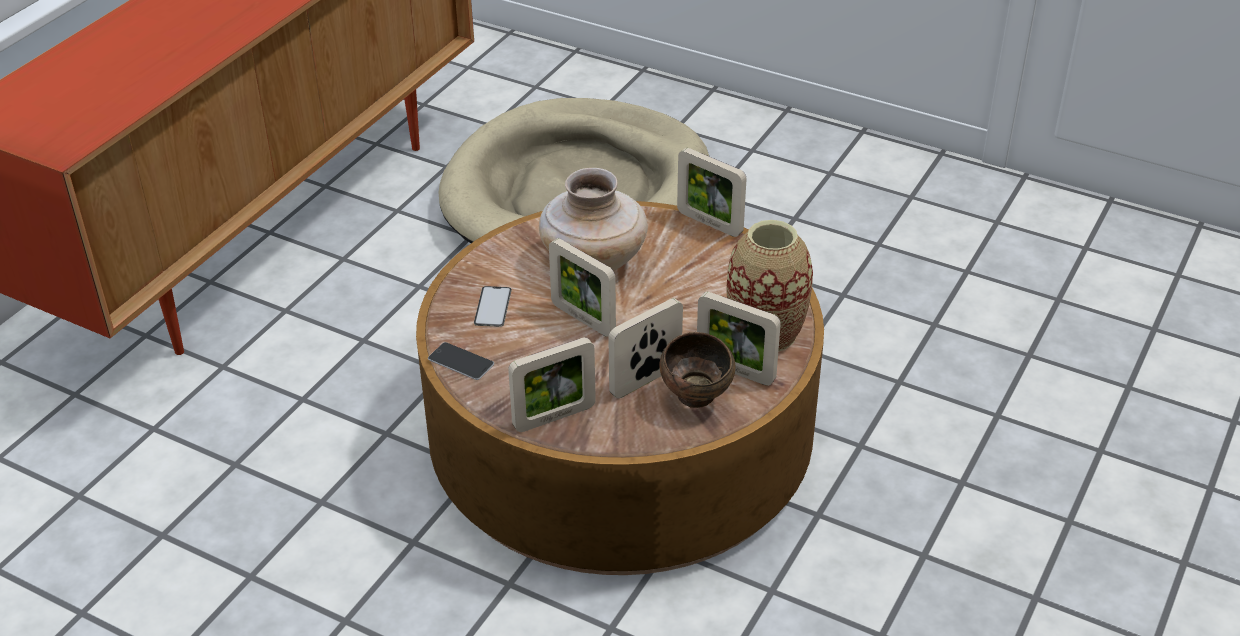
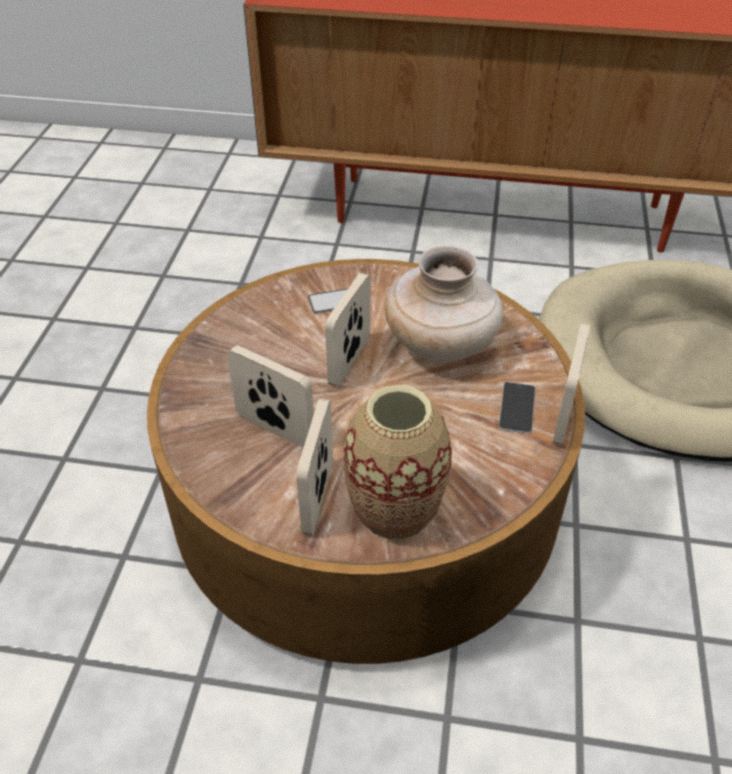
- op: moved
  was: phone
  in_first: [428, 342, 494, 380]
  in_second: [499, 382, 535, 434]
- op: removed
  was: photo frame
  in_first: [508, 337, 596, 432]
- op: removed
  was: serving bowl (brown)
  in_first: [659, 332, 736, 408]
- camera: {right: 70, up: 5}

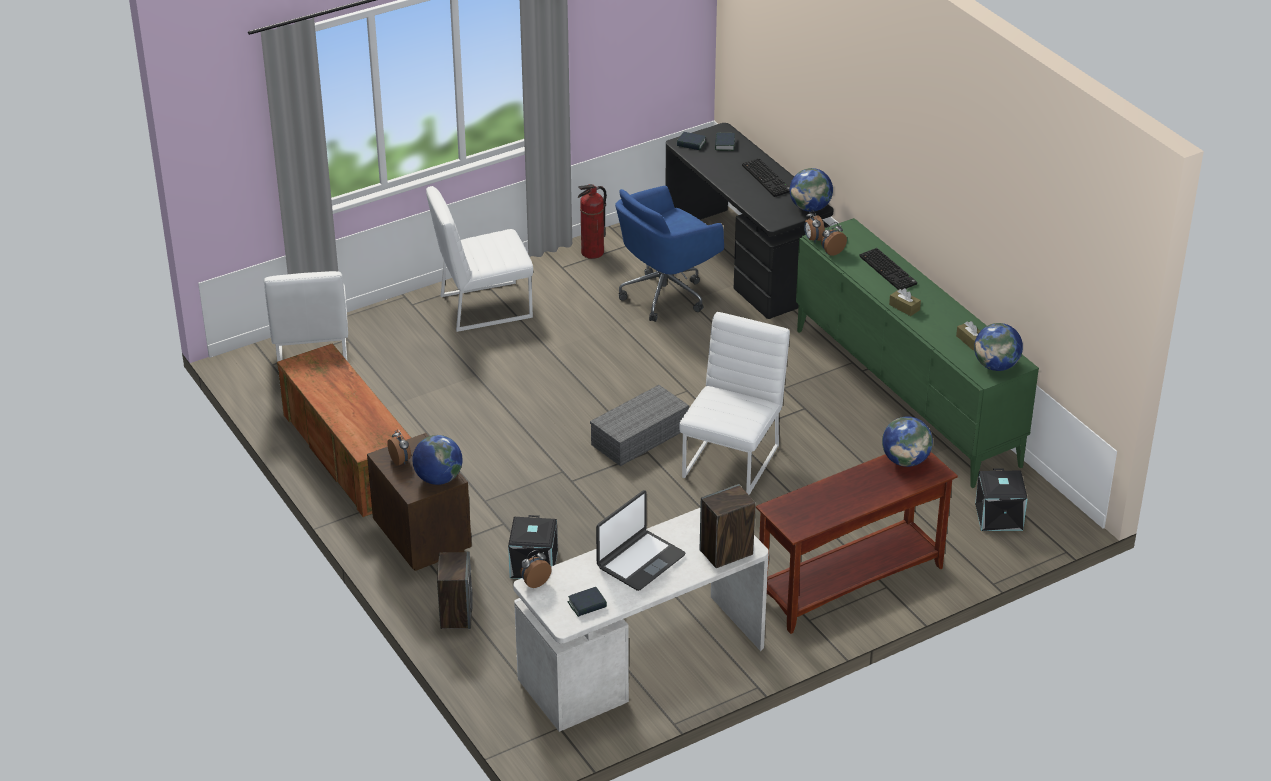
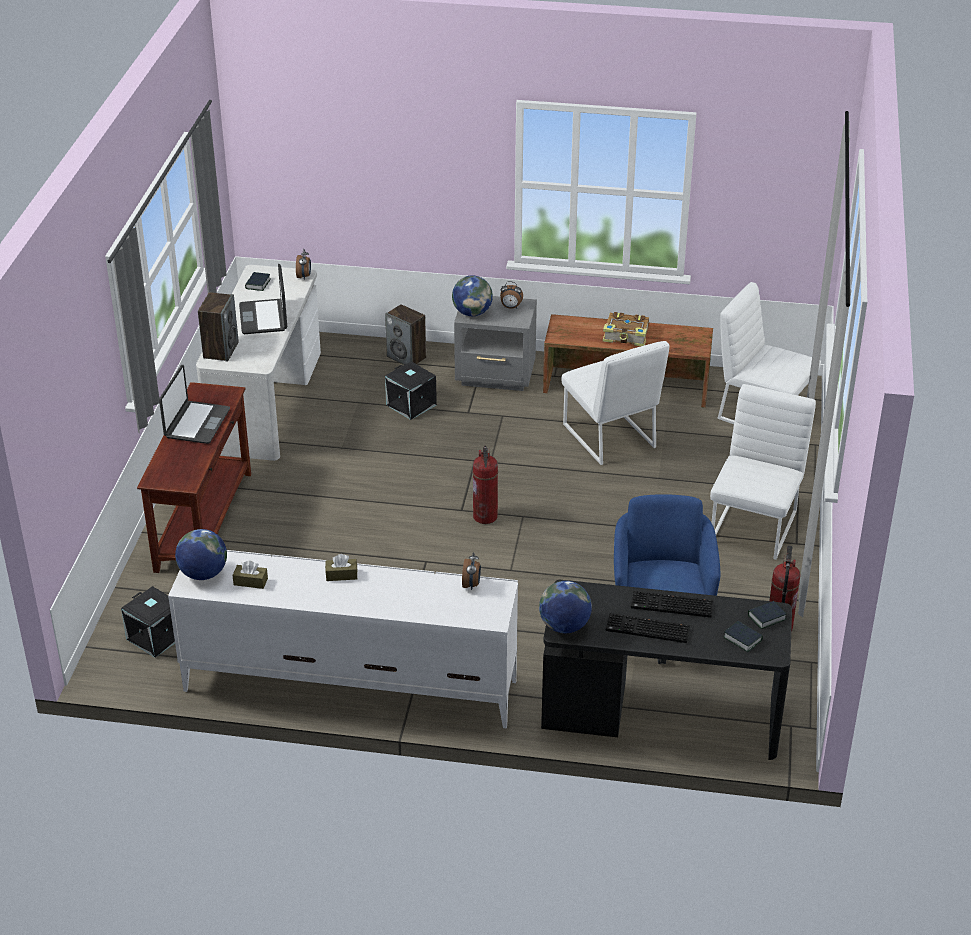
- op: recoloured
  was: night table (brown)
  now: night table (gray)
  in_first: [367, 433, 472, 571]
  in_second: [454, 296, 537, 391]
- op: replaced
  was: storage container (gray)
  now: extinguisher
  in_first: [590, 385, 689, 466]
  in_second: [473, 446, 498, 524]
- op: moved
  was: plain chair (whitish)
  in_first: [679, 312, 790, 495]
  in_second: [562, 341, 670, 465]
- op: recoloured
  was: storage cabinet (greenish)
  now: storage cabinet (whitish)
  in_first: [796, 218, 1039, 488]
  in_second: [168, 550, 518, 729]
- op: removed
  was: bedside clock
  in_first: [804, 210, 825, 242]
- op: moved
  was: computer keyboard
  in_first: [859, 248, 917, 290]
  in_second: [631, 591, 713, 618]
- op: removed
  was: desk globe
  in_first: [882, 416, 933, 467]
- op: added
  now: portable computer
  in_second: [159, 365, 230, 444]
- op: added
  now: bound book
  in_second: [603, 312, 649, 346]
- camera: {right: 130, up: 0}

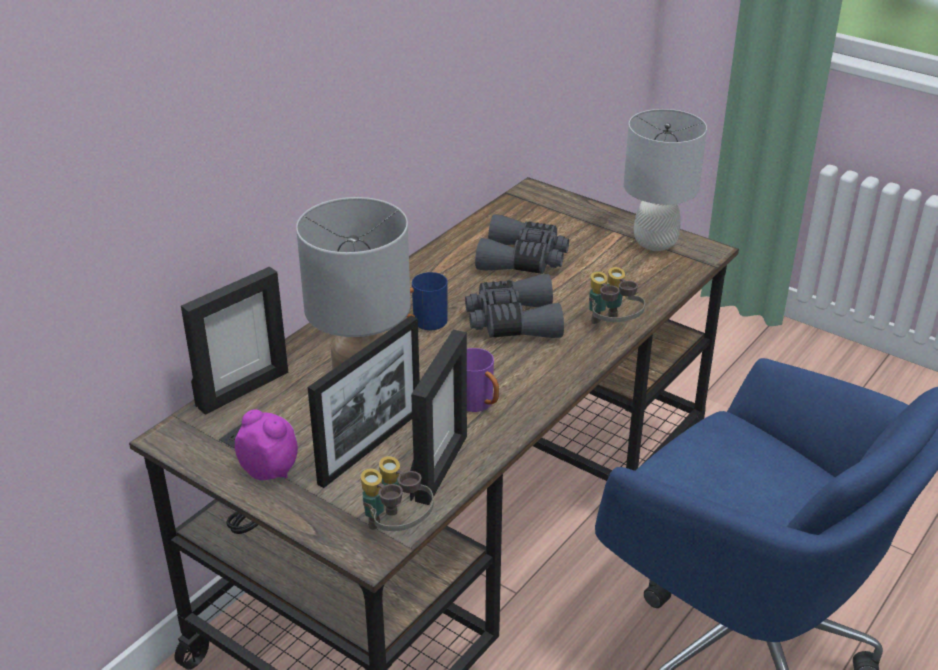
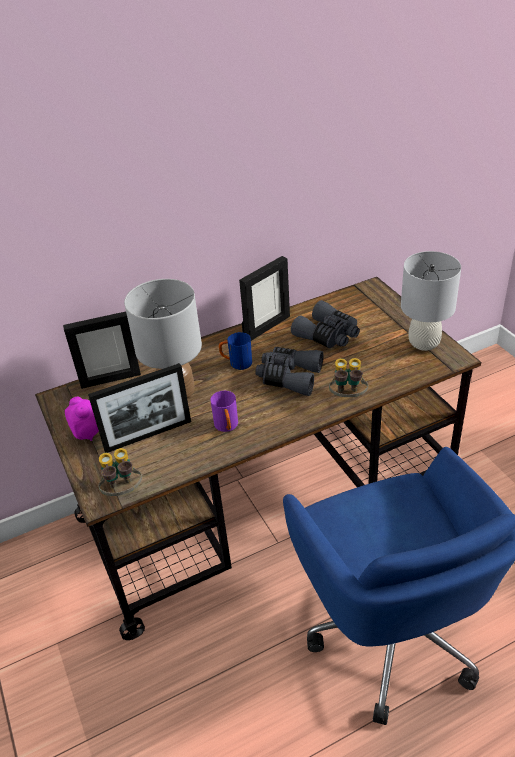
- op: moved
  was: photo frame
  in_first: [410, 330, 467, 505]
  in_second: [239, 256, 290, 341]
- camera: {right: 30, up: 5}

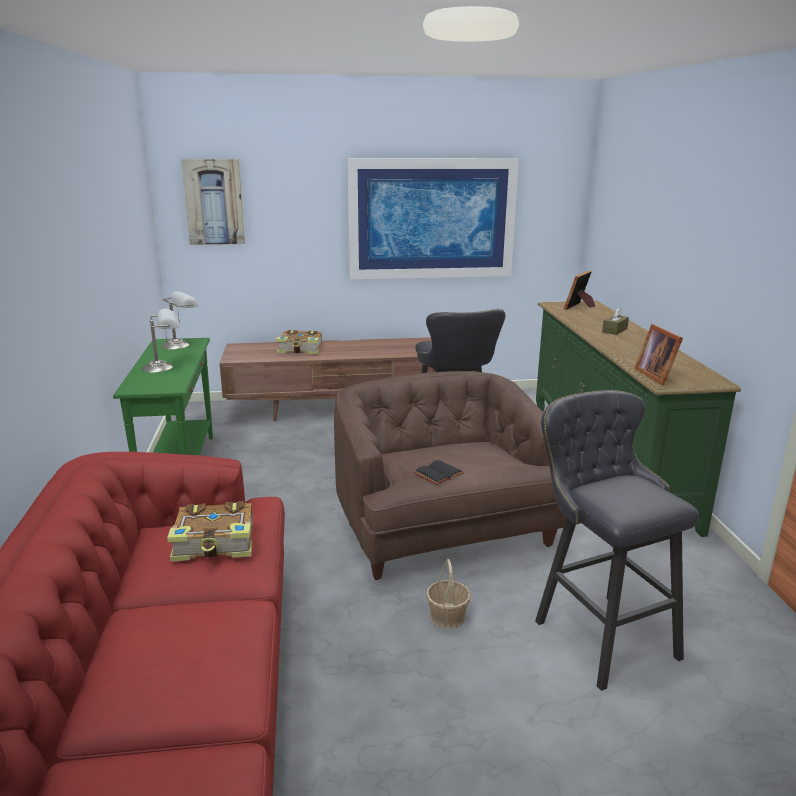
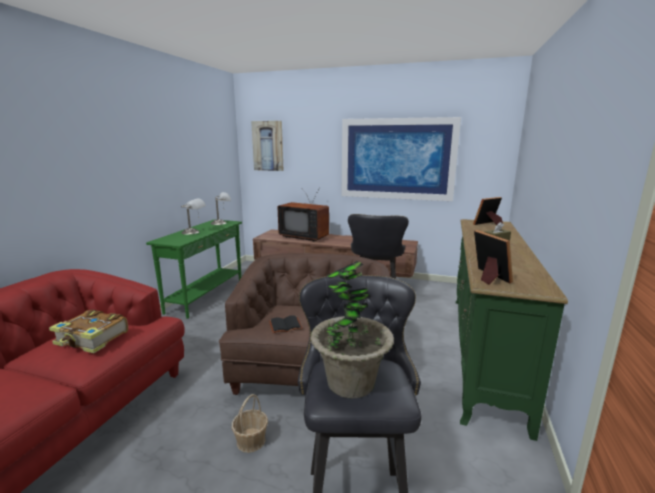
- op: replaced
  was: bound book
  now: TV
  in_first: [276, 330, 322, 354]
  in_second: [278, 189, 329, 242]
- op: turned
  was: photo frame
  in_first: [634, 324, 683, 385]
  in_second: [474, 230, 513, 285]
  clockwise: 150
- op: added
  now: potted plant
  in_second: [310, 261, 394, 398]
- camera: {right: 25, up: -5}

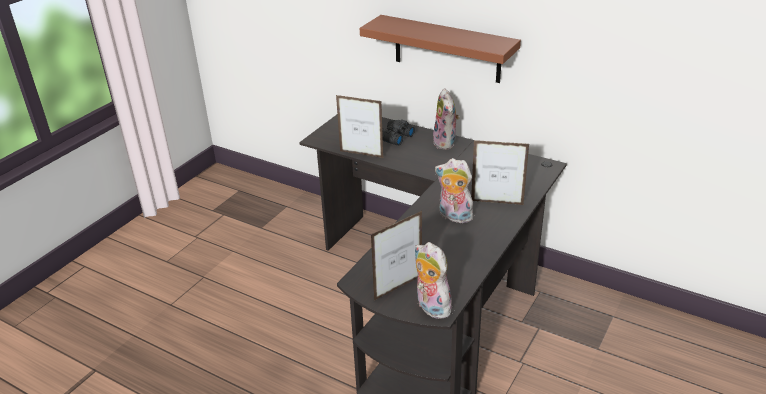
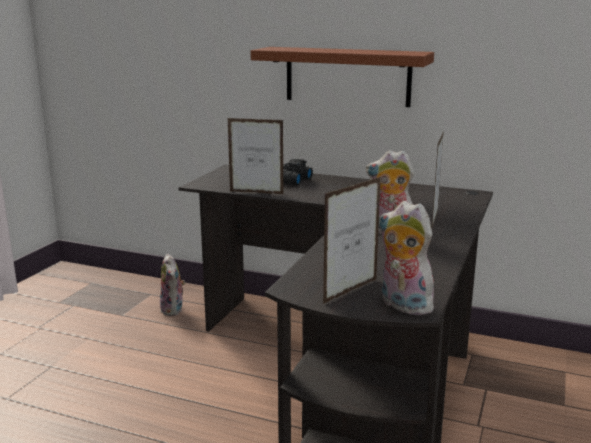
- op: moved
  was: cuddly toy
  in_first: [433, 88, 460, 150]
  in_second: [160, 254, 185, 316]
- op: turned
  was: photo frame
  in_first: [471, 140, 529, 205]
  in_second: [432, 131, 444, 227]
  clockwise: 105
- camera: {right: -10, up: -15}

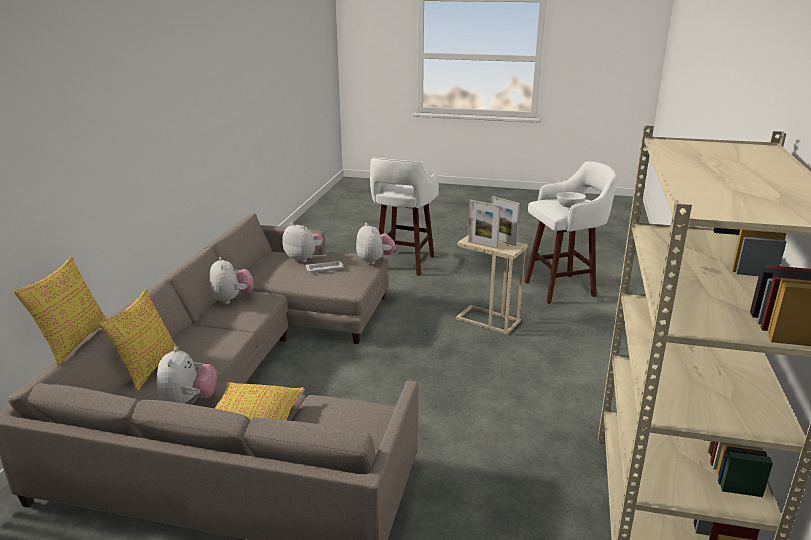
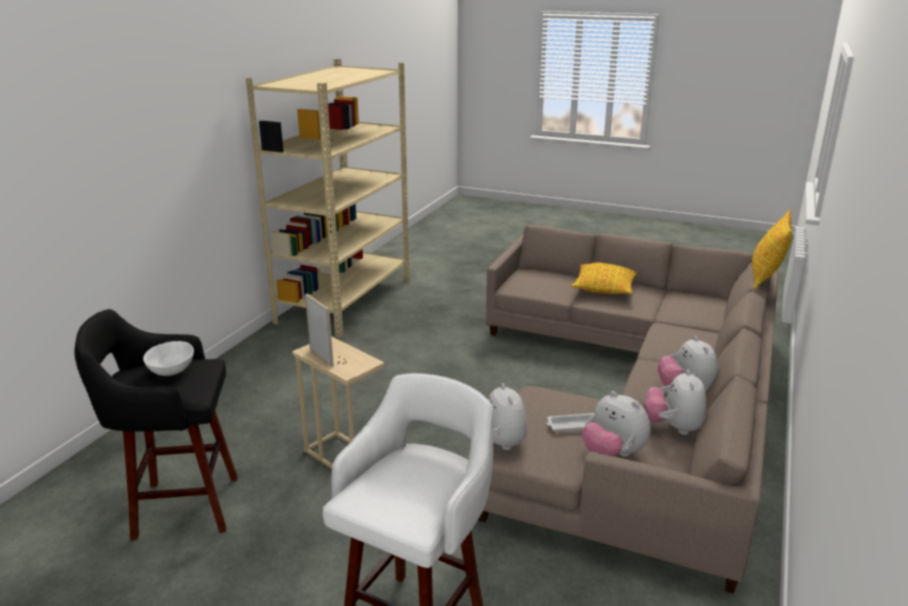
- op: removed
  was: pillow (yellow)
  in_first: [100, 289, 179, 391]
- op: moved
  was: cuddly toy
  in_first: [157, 347, 217, 403]
  in_second: [644, 370, 706, 435]
- op: removed
  was: photo frame
  in_first: [468, 200, 501, 249]
- op: recoloured
  was: sitting stool (whitish)
  now: sitting stool (black-coloured)
  in_first: [524, 161, 617, 304]
  in_second: [74, 309, 238, 540]
- camera: {right: -170, up: 0}

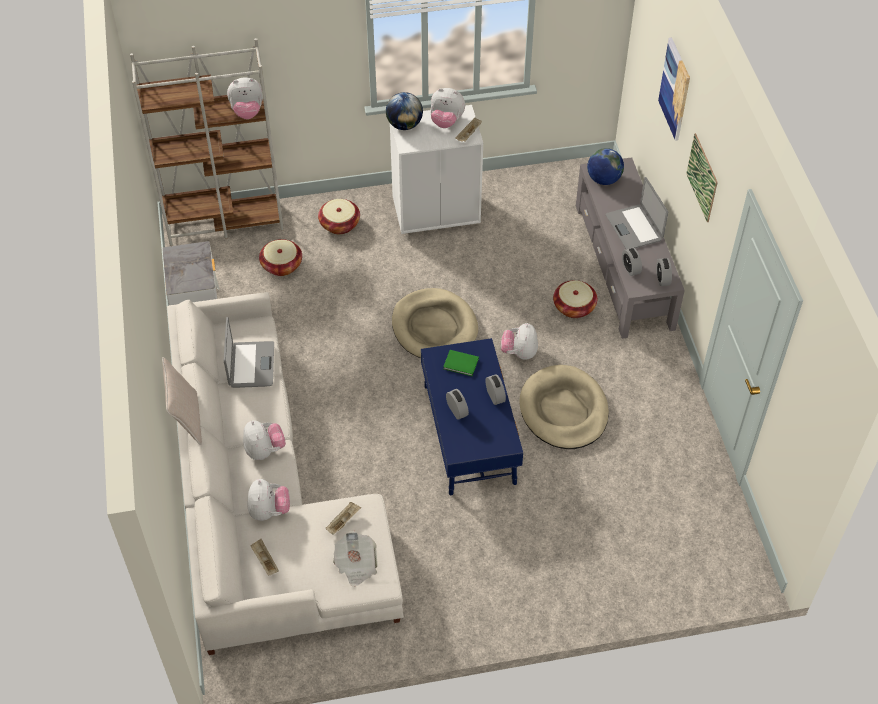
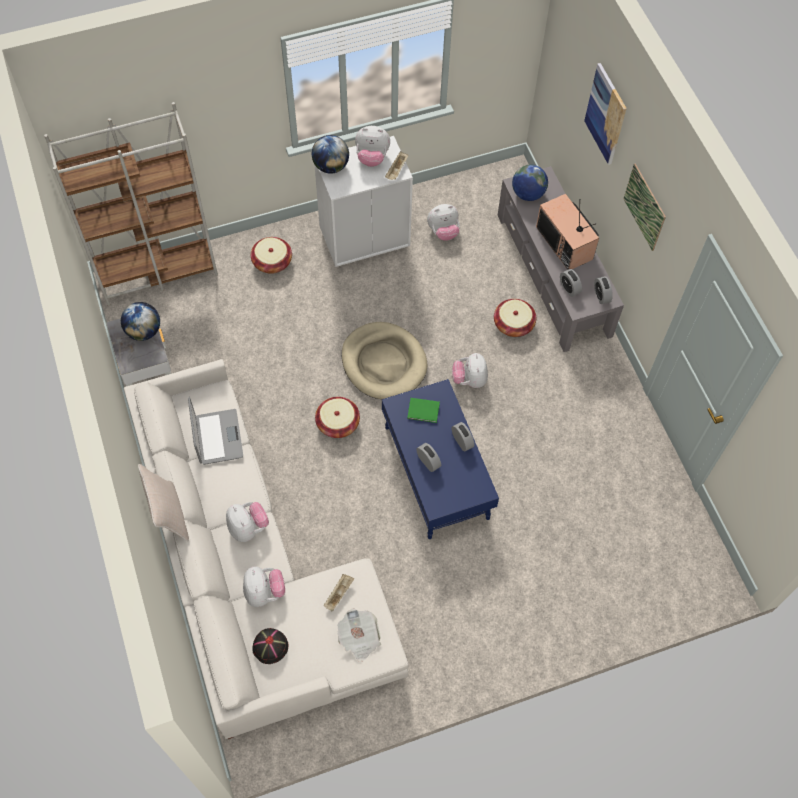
- op: moved
  was: cuddly toy
  in_first: [227, 77, 263, 119]
  in_second: [427, 204, 460, 241]
- op: replaced
  was: serving tray (beige-coloured)
  now: hat (black-coloured)
  in_first: [250, 539, 279, 575]
  in_second: [252, 628, 288, 664]
- op: moved
  was: basket
  in_first: [259, 239, 302, 276]
  in_second: [315, 397, 360, 438]
- op: removed
  was: dog cushion (beige-coloured)
  in_first: [519, 365, 609, 449]
- op: replaced
  was: portable computer
  now: TV
  in_first: [606, 177, 668, 249]
  in_second: [536, 194, 599, 270]
- op: added
  now: desk globe
  in_second: [121, 302, 160, 341]
- camera: {right: -10, up: 10}

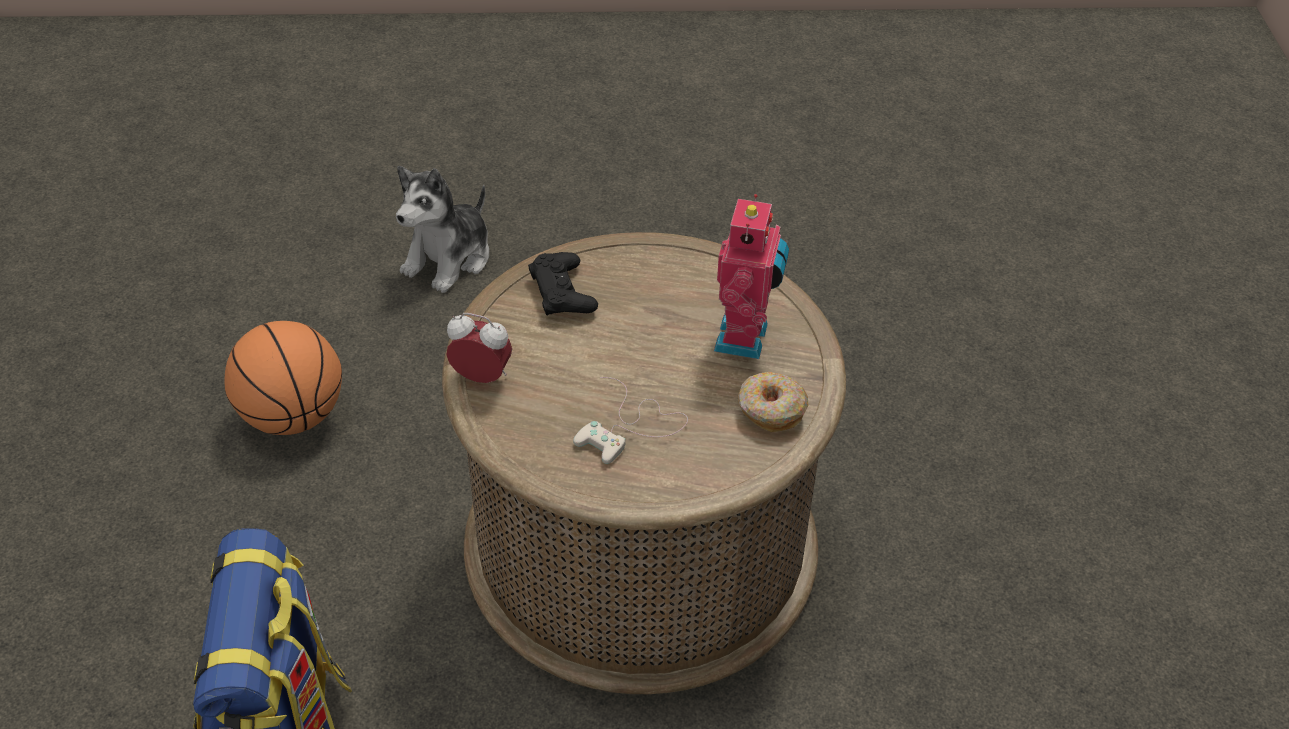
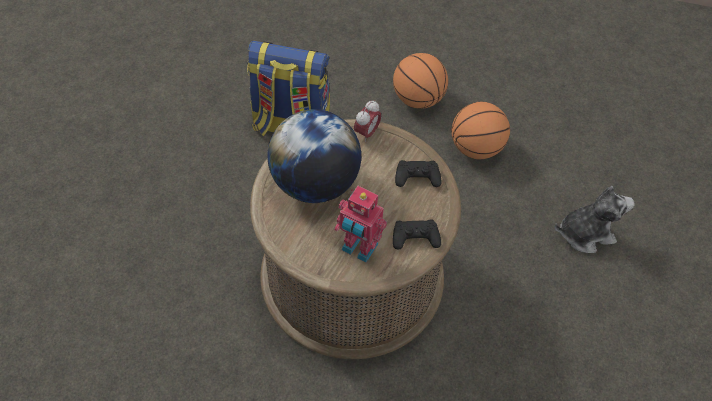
- op: turned
  was: cuddly toy
  in_first: [396, 166, 489, 293]
  in_second: [555, 186, 635, 253]
  clockwise: 120
- op: replaced
  was: joypad (whitish)
  now: desk globe
  in_first: [573, 377, 688, 464]
  in_second: [267, 109, 361, 203]
- op: removed
  was: doughnut
  in_first: [738, 372, 808, 432]
- op: added
  now: basketball
  in_second: [393, 53, 448, 109]
- op: added
  now: joypad (black-coloured)
  in_second: [393, 219, 441, 250]
- camera: {right: 105, up: 10}

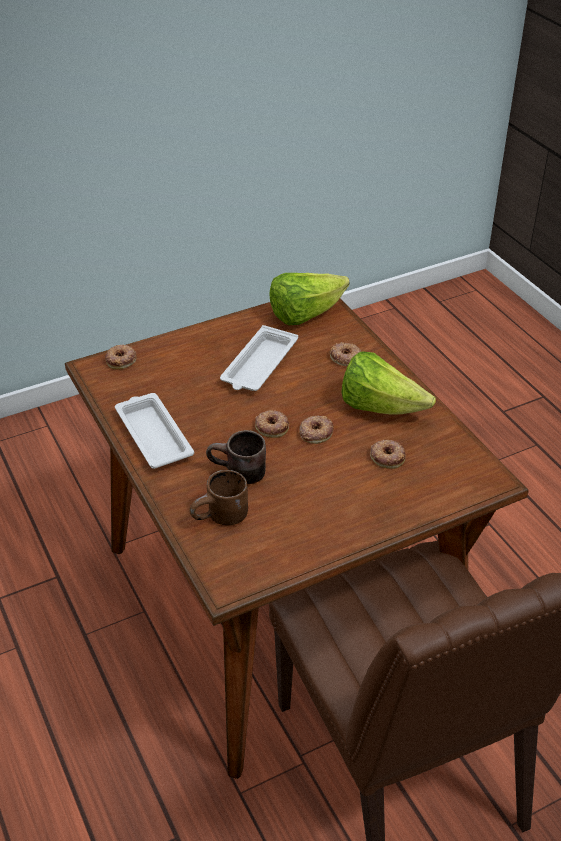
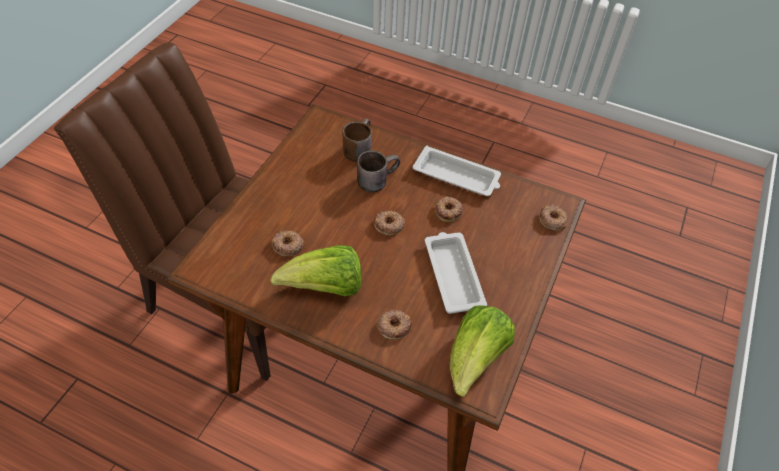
- op: moved
  was: doughnut
  in_first: [299, 415, 334, 444]
  in_second: [435, 196, 463, 222]
- camera: {right: 140, up: 10}

